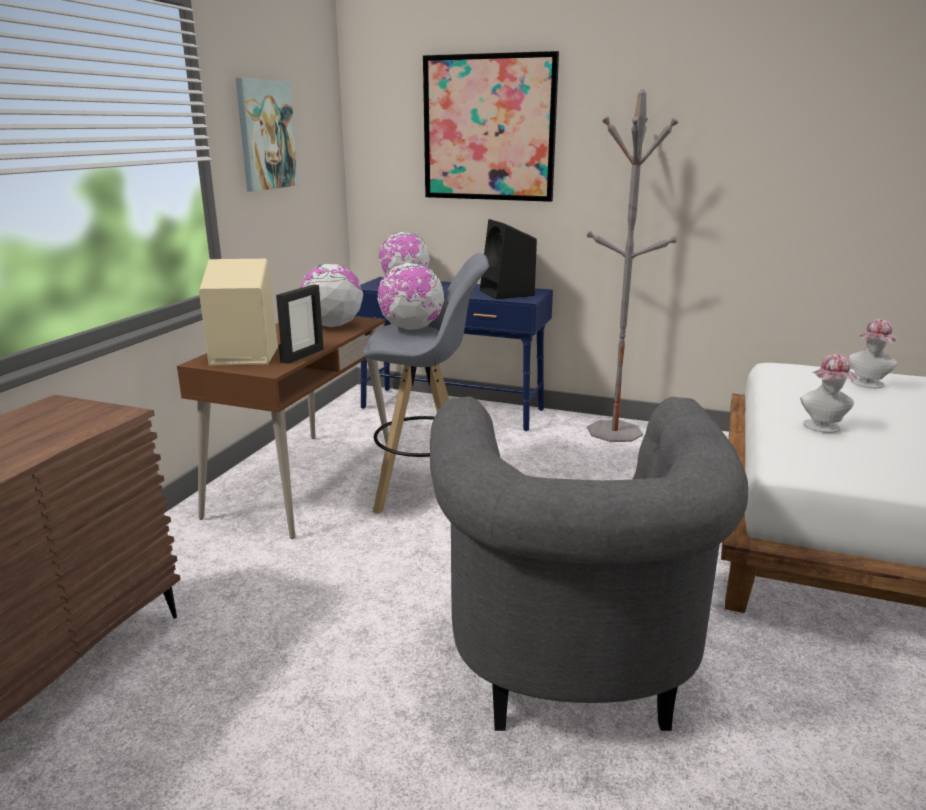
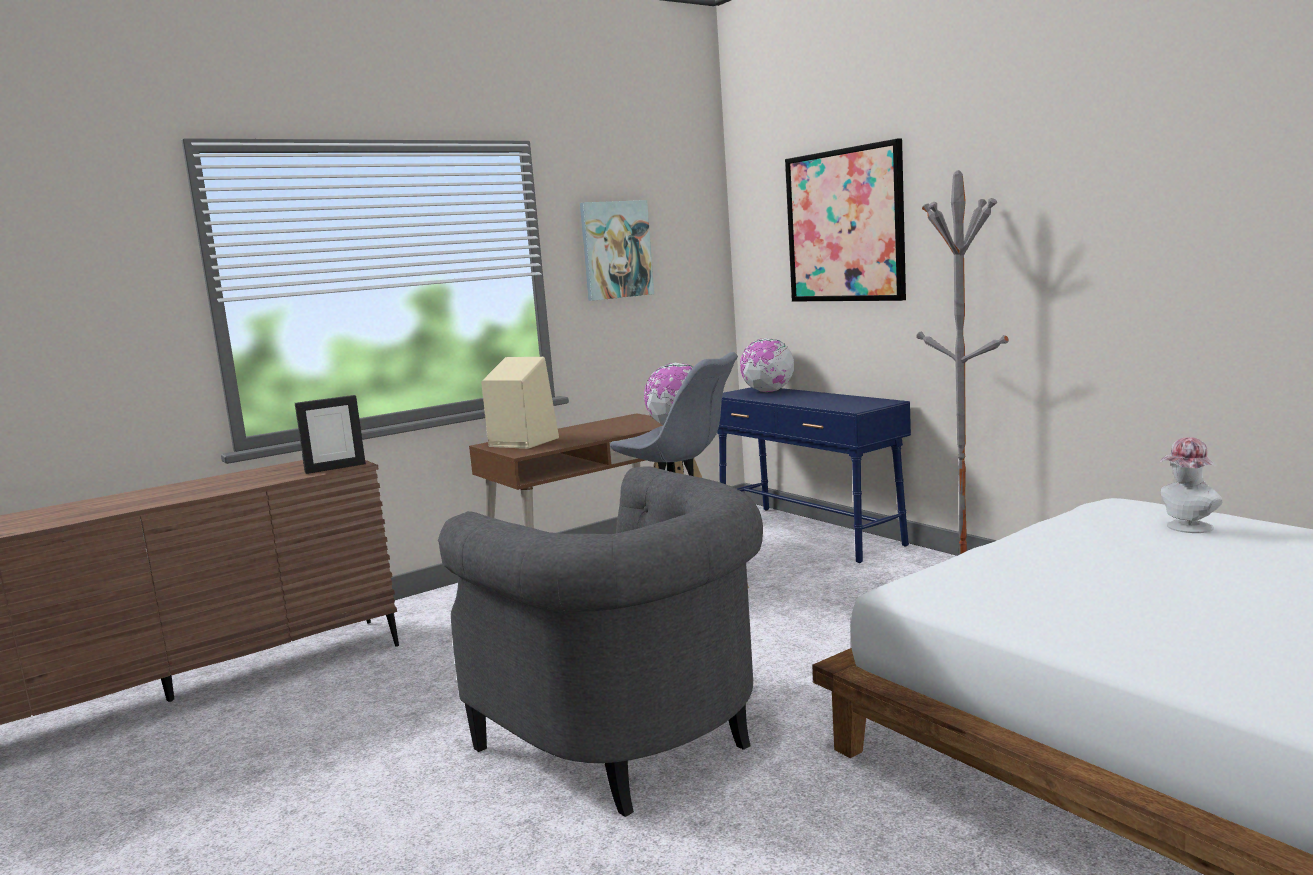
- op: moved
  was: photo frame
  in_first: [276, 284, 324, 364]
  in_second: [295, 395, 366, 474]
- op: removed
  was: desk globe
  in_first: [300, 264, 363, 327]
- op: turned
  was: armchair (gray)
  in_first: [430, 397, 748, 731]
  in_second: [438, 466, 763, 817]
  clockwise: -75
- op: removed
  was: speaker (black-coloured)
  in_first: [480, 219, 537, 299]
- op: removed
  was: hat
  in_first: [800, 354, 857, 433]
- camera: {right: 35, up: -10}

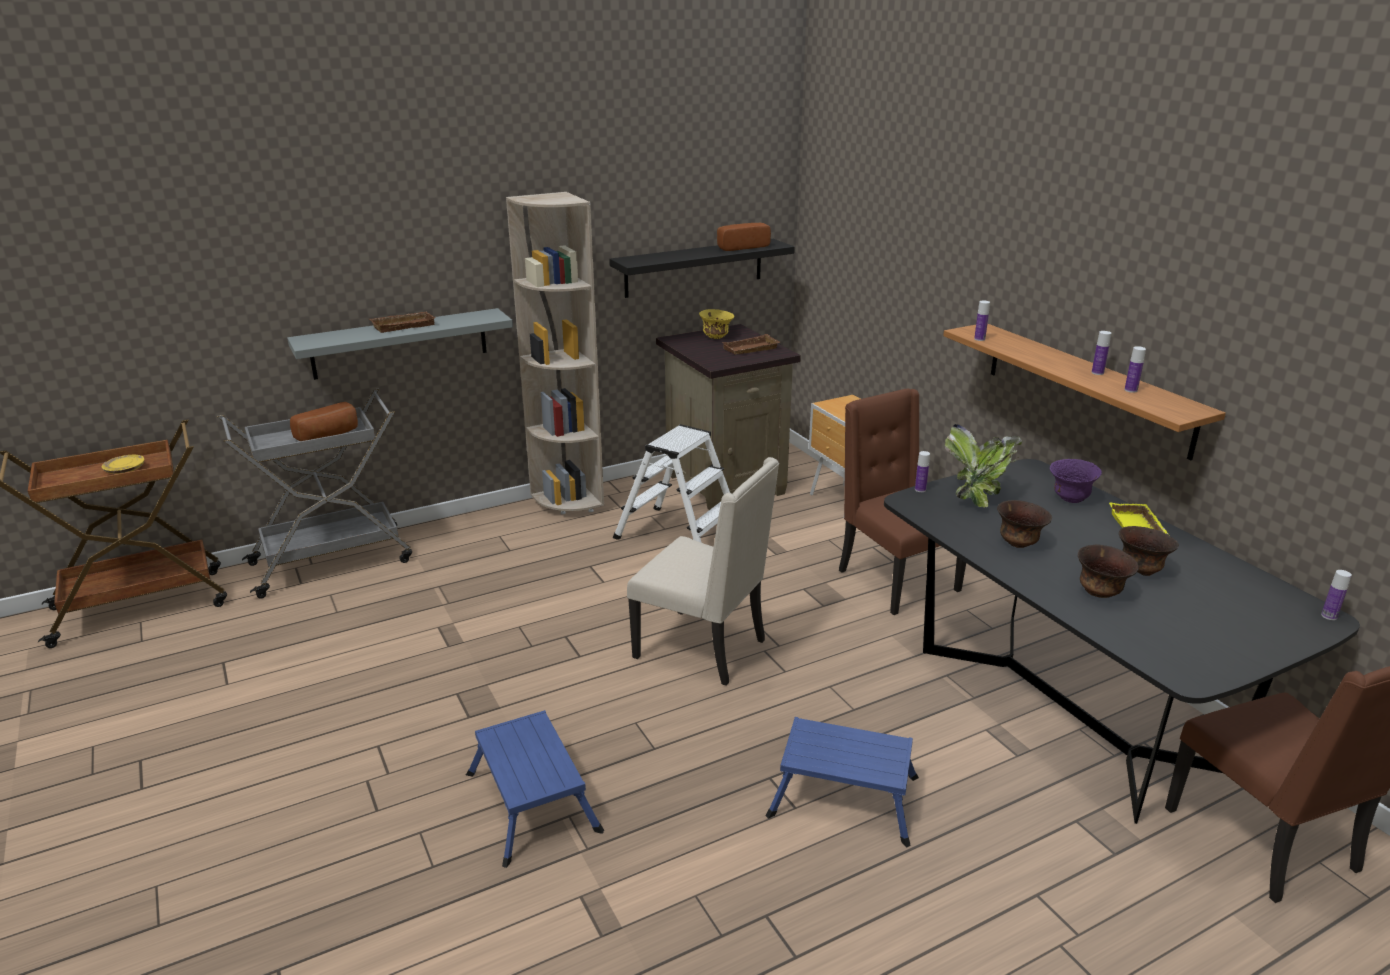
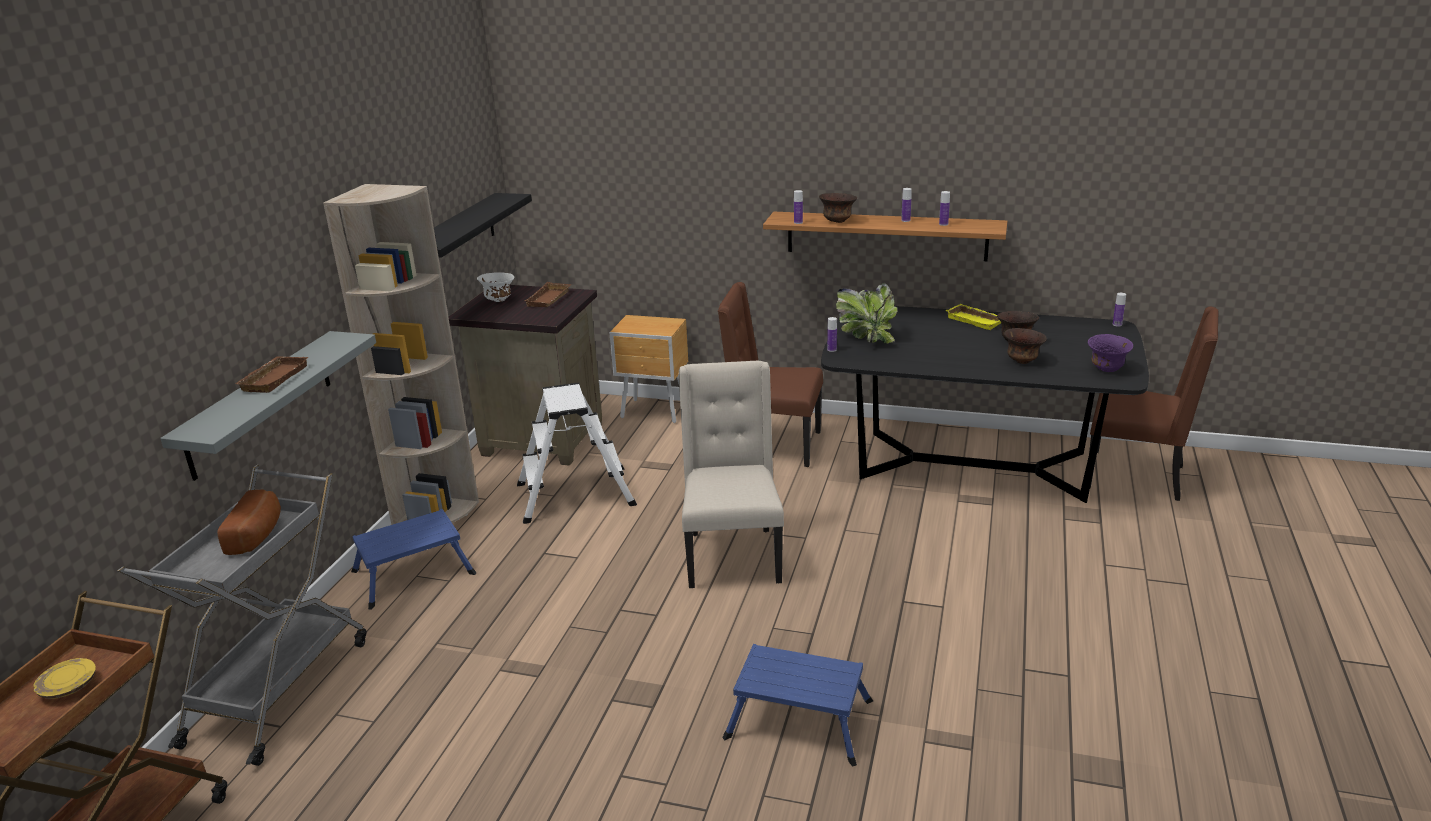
- op: turned
  was: plain chair (beige-coloured)
  in_first: [627, 457, 779, 686]
  in_second: [679, 361, 784, 588]
  clockwise: -75
- op: recoloured
  was: serving bowl (yellow)
  now: serving bowl (whitish)
  in_first: [699, 309, 734, 339]
  in_second: [477, 272, 514, 302]
- op: removed
  was: bakery bread
  in_first: [717, 223, 771, 251]
- op: moved
  was: step stool (bluish)
  in_first: [766, 717, 919, 848]
  in_second: [351, 509, 476, 610]
- op: moved
  was: serving bowl (brown)
  in_first: [997, 500, 1052, 548]
  in_second: [819, 193, 857, 223]
- op: moved
  was: serving bowl (purplish)
  in_first: [1050, 459, 1102, 503]
  in_second: [1088, 334, 1133, 372]
- camera: {right: -45, up: 0}

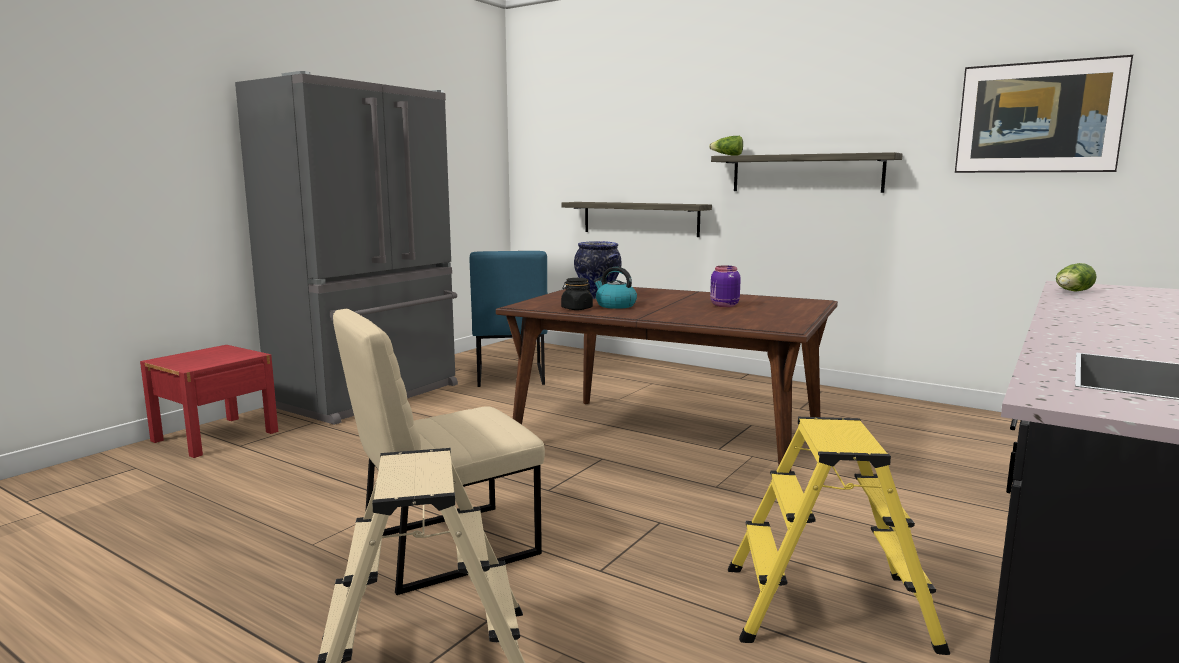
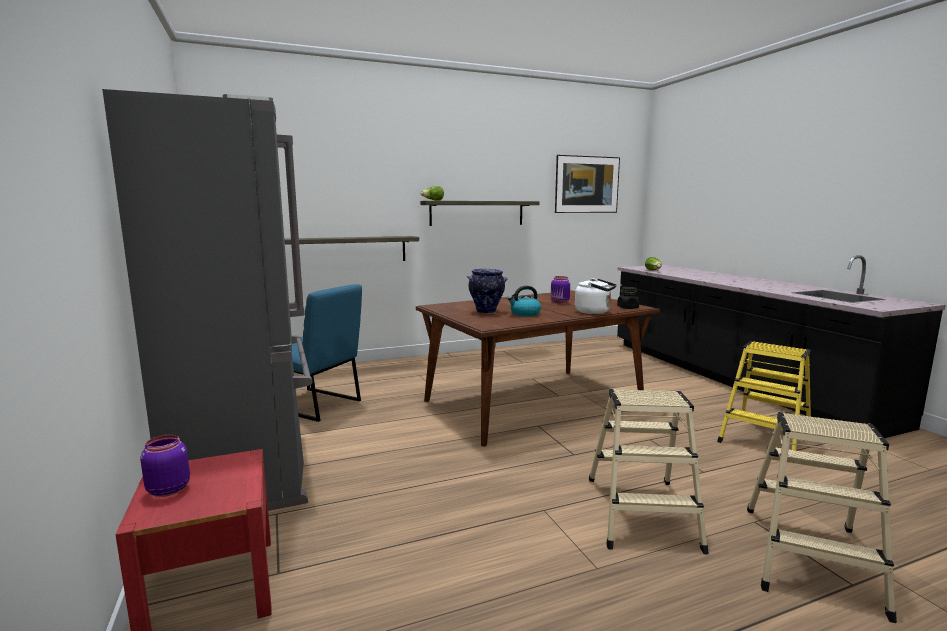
- op: replaced
  was: plain chair (beige-coloured)
  now: step stool (beige-coloured)
  in_first: [333, 309, 545, 595]
  in_second: [589, 389, 709, 554]
- op: moved
  was: preserve jar (black-coloured)
  in_first: [561, 278, 593, 310]
  in_second: [617, 287, 639, 309]
- op: added
  now: preserve jar (purplish)
  in_second: [140, 435, 190, 497]
- op: added
  now: water kettle (whitish)
  in_second: [575, 278, 616, 314]
- camera: {right: -55, up: 0}

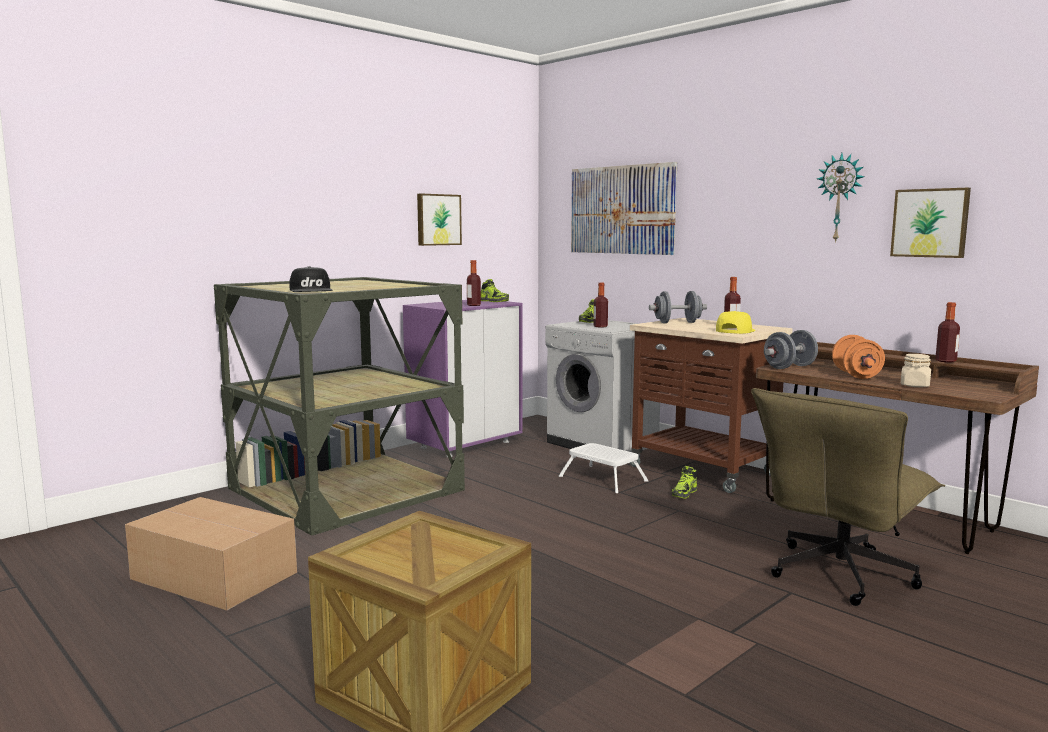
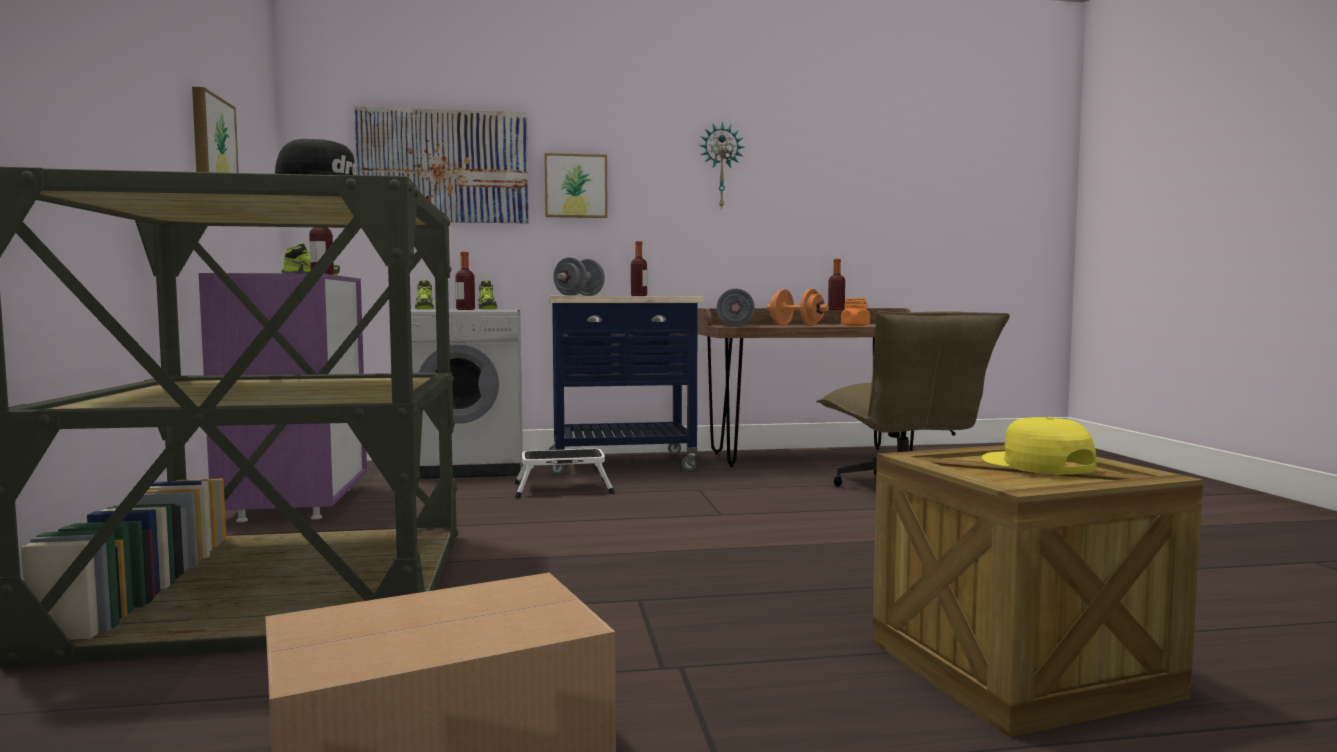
- op: recoloured
  was: step stool (whitish)
  now: step stool (black-coloured)
  in_first: [559, 443, 648, 493]
  in_second: [514, 449, 615, 498]
- op: recoloured
  was: cart (brown)
  now: cart (bluish)
  in_first: [630, 318, 793, 493]
  in_second: [548, 296, 704, 475]
- op: moved
  was: shoe
  in_first: [672, 466, 697, 499]
  in_second: [479, 280, 497, 309]
- op: moved
  was: peaked cap (yellow)
  in_first: [716, 311, 755, 334]
  in_second: [982, 417, 1097, 475]
- op: moved
  was: wall picture
  in_first: [890, 188, 971, 258]
  in_second: [545, 153, 608, 218]
- op: recoloured
  was: preserve jar (beige-coloured)
  now: preserve jar (orange-coloured)
  in_first: [901, 354, 931, 387]
  in_second: [841, 298, 870, 326]
- camera: {right: -55, up: -5}

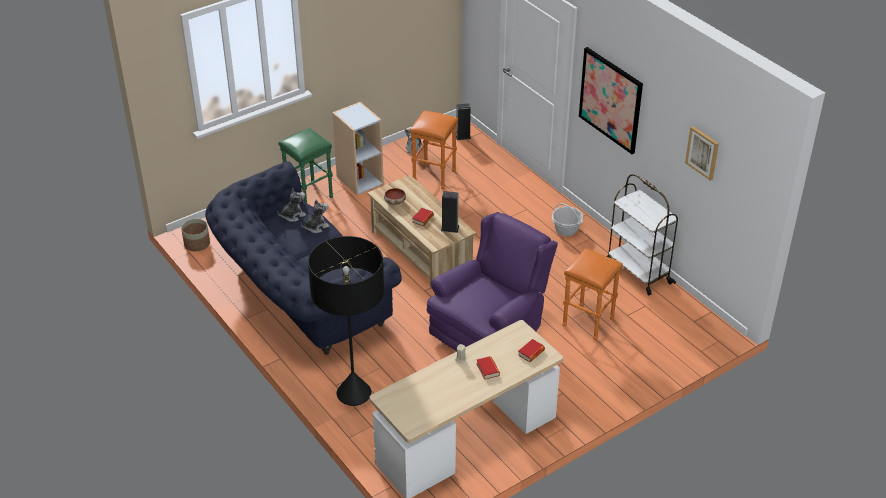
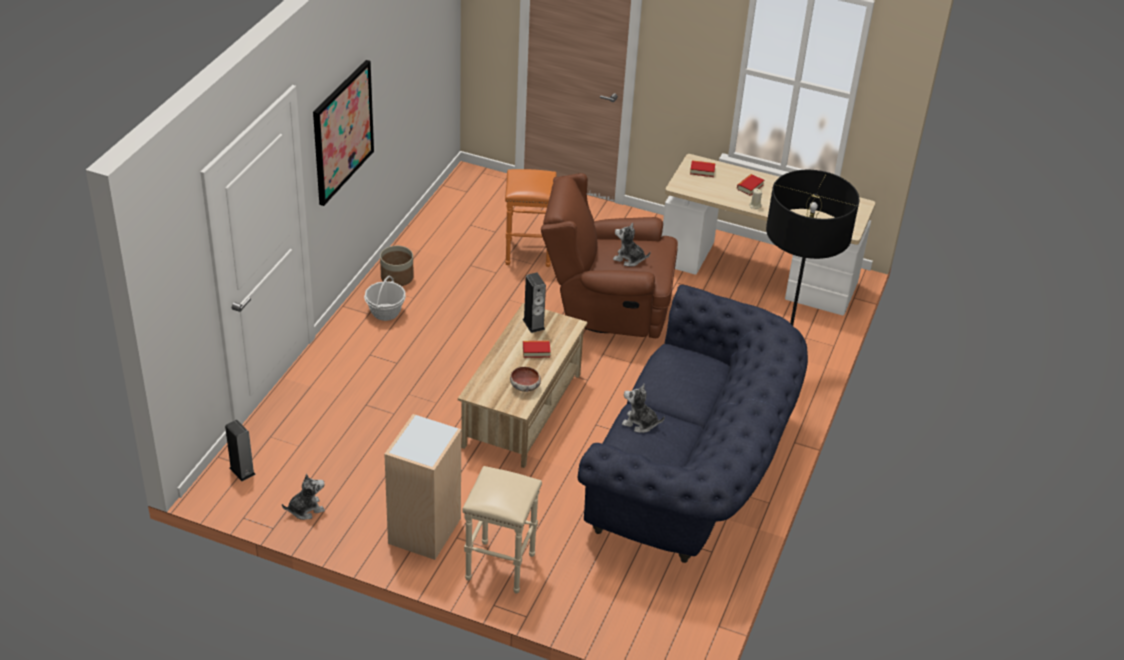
- op: moved
  was: planter
  in_first: [181, 219, 210, 251]
  in_second: [380, 246, 414, 286]
- op: moved
  was: cuddly toy
  in_first: [278, 188, 306, 222]
  in_second: [613, 223, 651, 267]
- op: recoloured
  was: sitting stool (greenish)
  now: sitting stool (beige-coloured)
  in_first: [279, 128, 333, 203]
  in_second: [462, 466, 542, 593]
- op: removed
  was: sitting stool (orange-coloured)
  in_first: [410, 111, 458, 189]
- op: recoloured
  was: armchair (purplish)
  now: armchair (brown)
  in_first: [427, 212, 558, 351]
  in_second: [541, 173, 678, 338]
- op: removed
  was: cart (whitish)
  in_first: [607, 174, 678, 295]
- op: removed
  was: wall picture
  in_first: [685, 126, 719, 181]
- camera: {right: -125, up: 0}

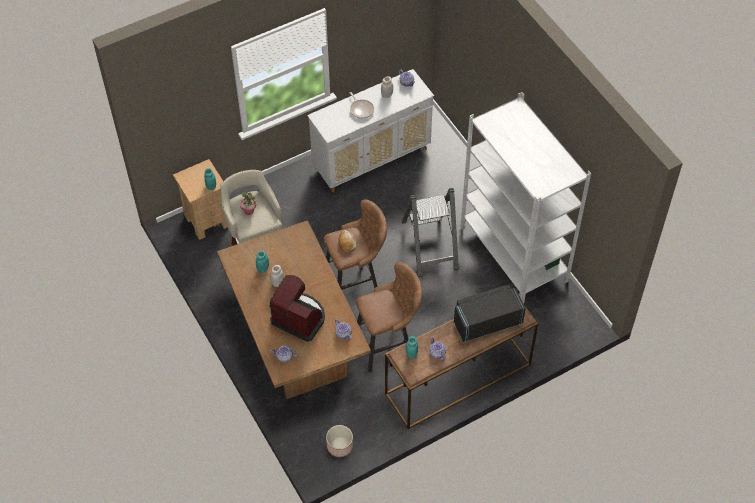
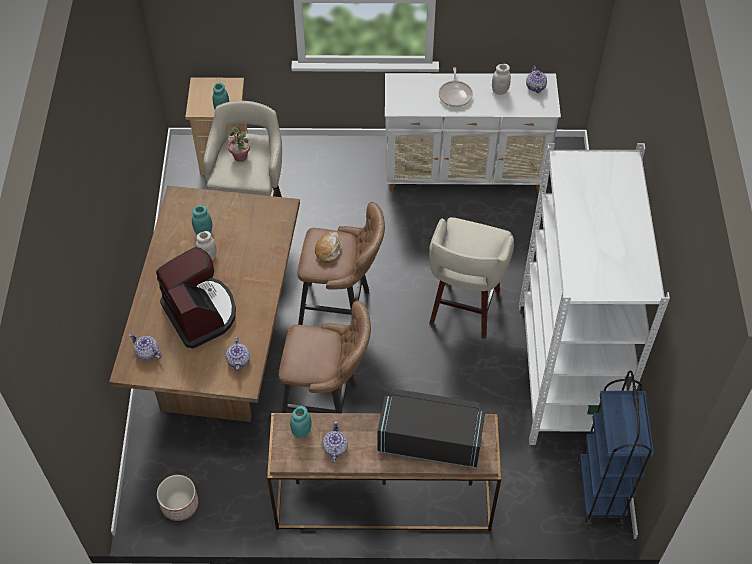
- op: replaced
  was: step stool (gray)
  now: sitting stool (beige-coloured)
  in_first: [402, 188, 459, 277]
  in_second: [429, 217, 514, 339]
- op: added
  now: cart (bluish)
  in_second: [579, 370, 654, 530]
- camera: {right: 30, up: 0}

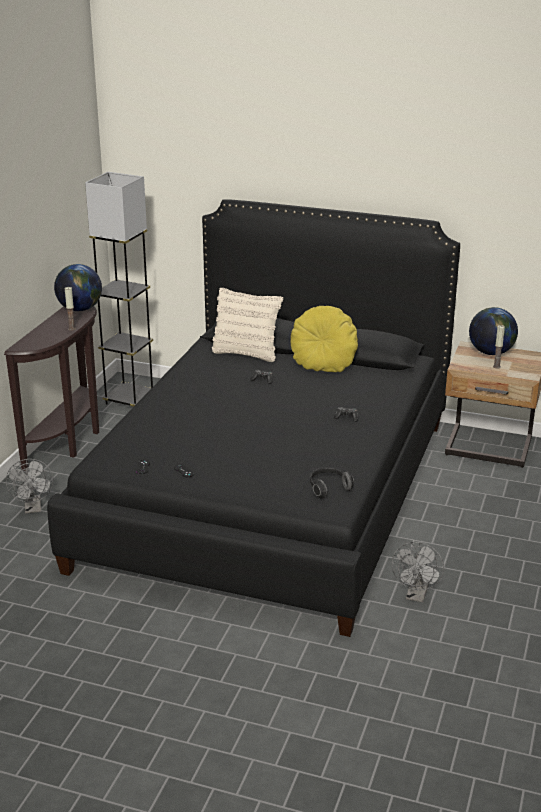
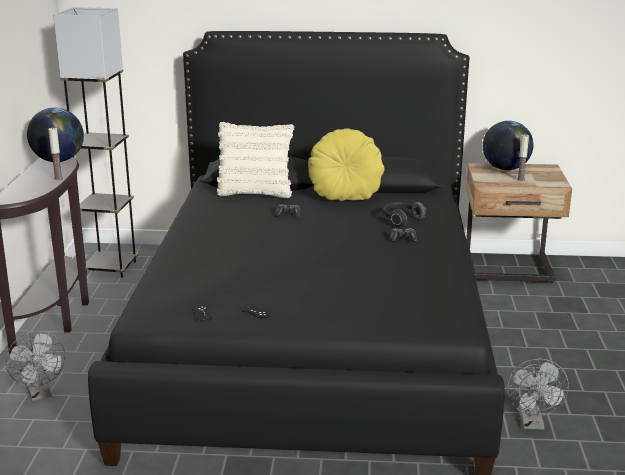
- op: moved
  was: pair of headphones
  in_first: [310, 467, 354, 499]
  in_second: [383, 202, 426, 227]
- camera: {right: -15, up: -5}

